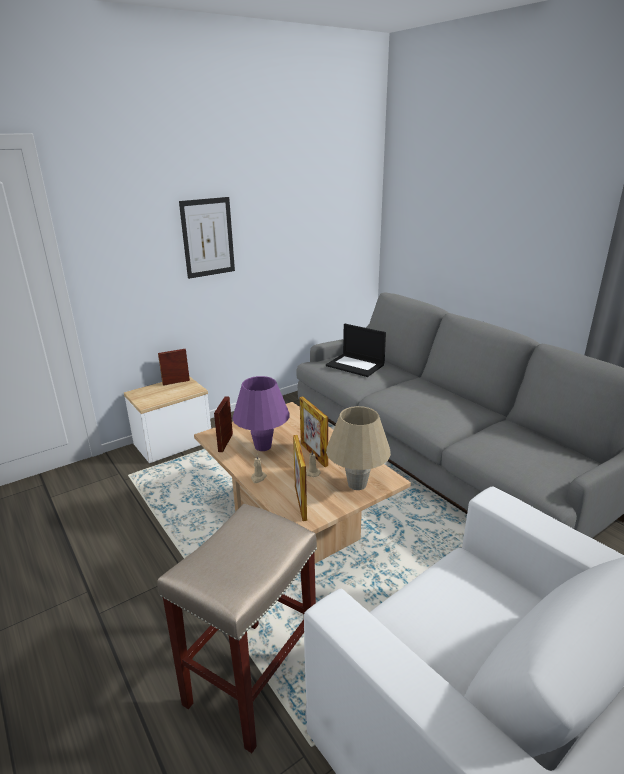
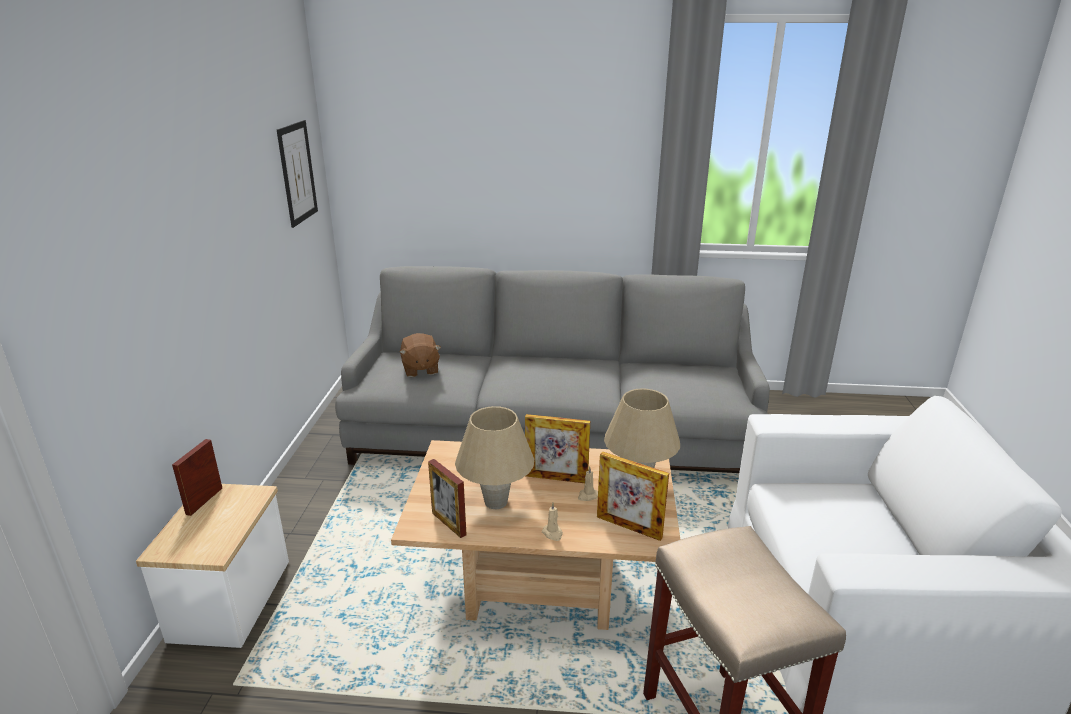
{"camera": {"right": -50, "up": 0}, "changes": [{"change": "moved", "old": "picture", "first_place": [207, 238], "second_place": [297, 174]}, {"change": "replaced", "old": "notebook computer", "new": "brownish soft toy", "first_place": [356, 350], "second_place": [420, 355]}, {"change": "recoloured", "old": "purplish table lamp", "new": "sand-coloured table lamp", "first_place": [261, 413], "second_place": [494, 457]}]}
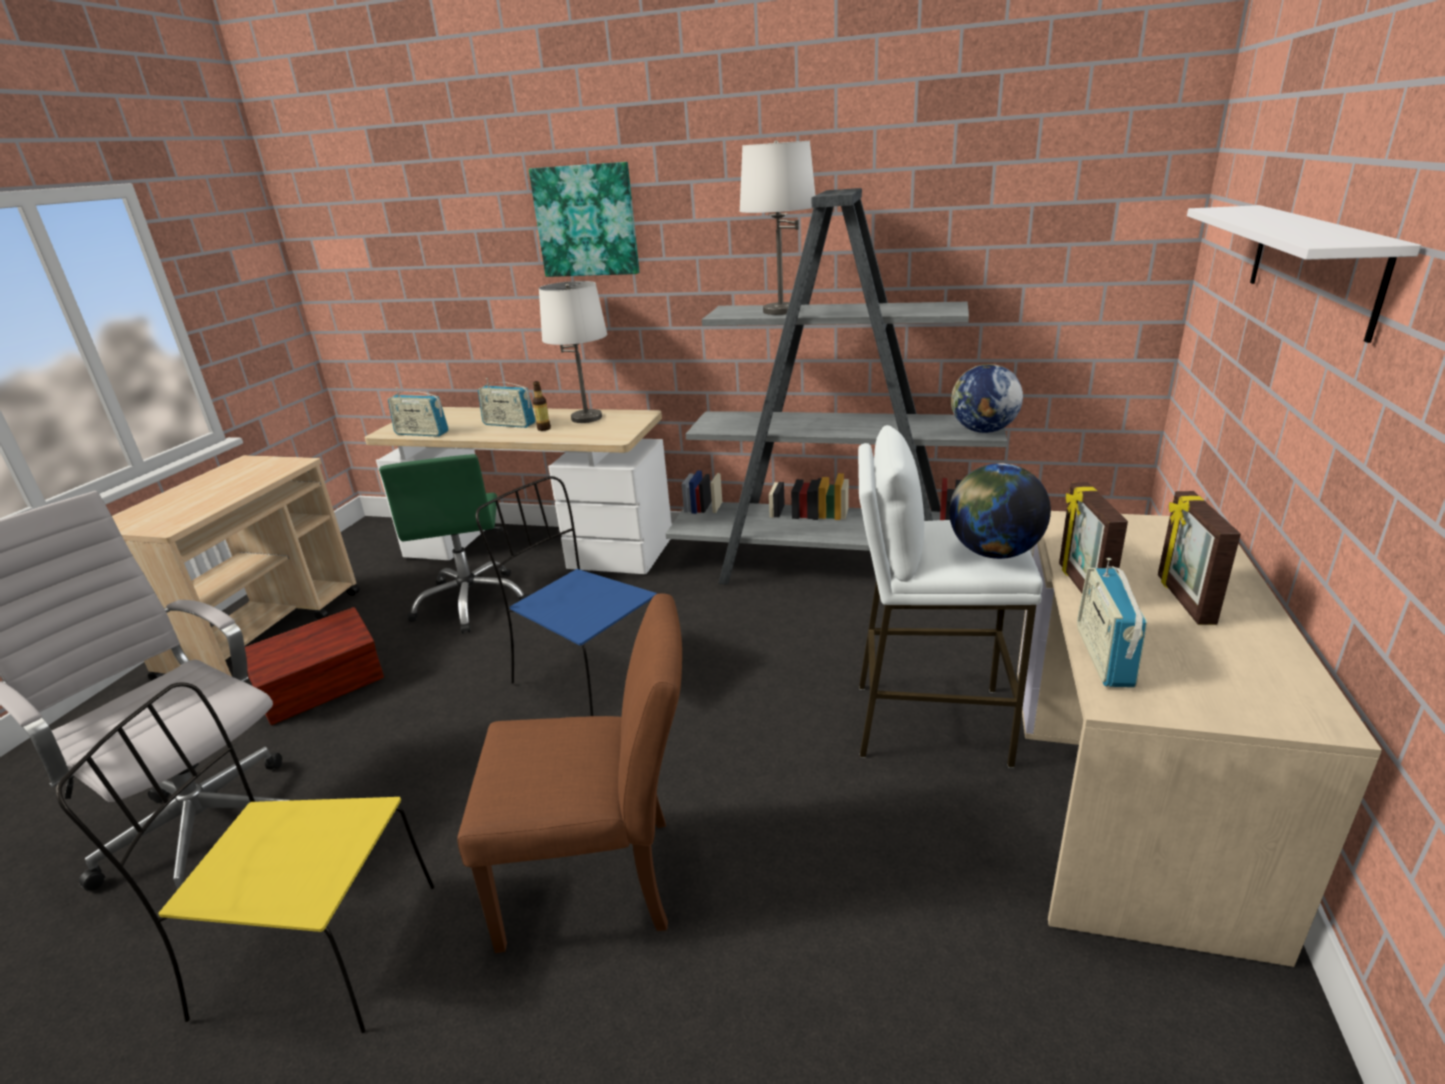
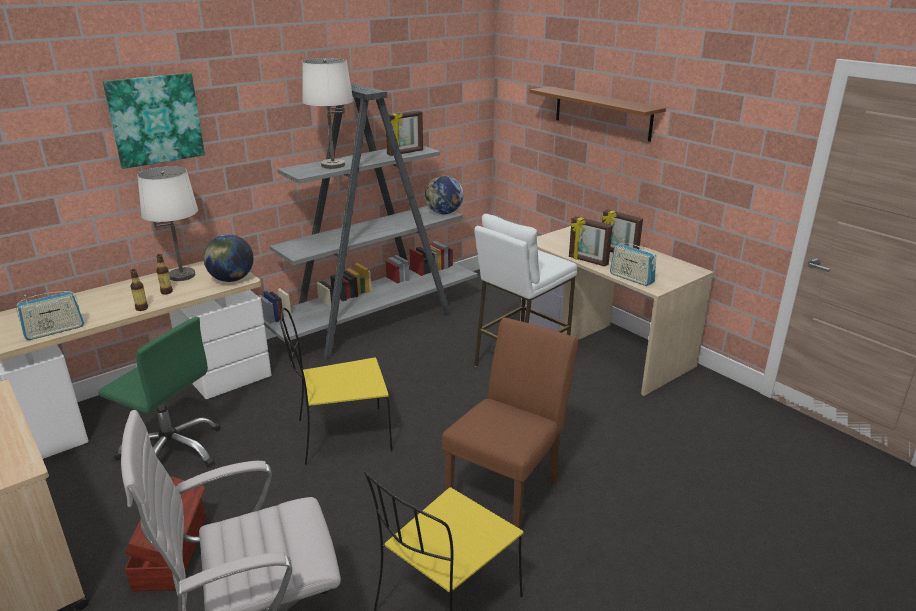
{"camera": {"right": -55, "up": 0}, "changes": [{"change": "recoloured", "old": "white shelf", "new": "brownish shelf", "first_place": [1304, 274], "second_place": [597, 114]}, {"change": "removed", "old": "radio", "first_place": [507, 403]}, {"change": "moved", "old": "globe", "first_place": [1000, 511], "second_place": [228, 258]}, {"change": "recoloured", "old": "bluish upright chair", "new": "yellow-coloured upright chair", "first_place": [566, 596], "second_place": [336, 386]}, {"change": "added", "new": "picture frame", "second_place": [404, 133]}, {"change": "added", "new": "drink bottle", "second_place": [139, 290]}]}
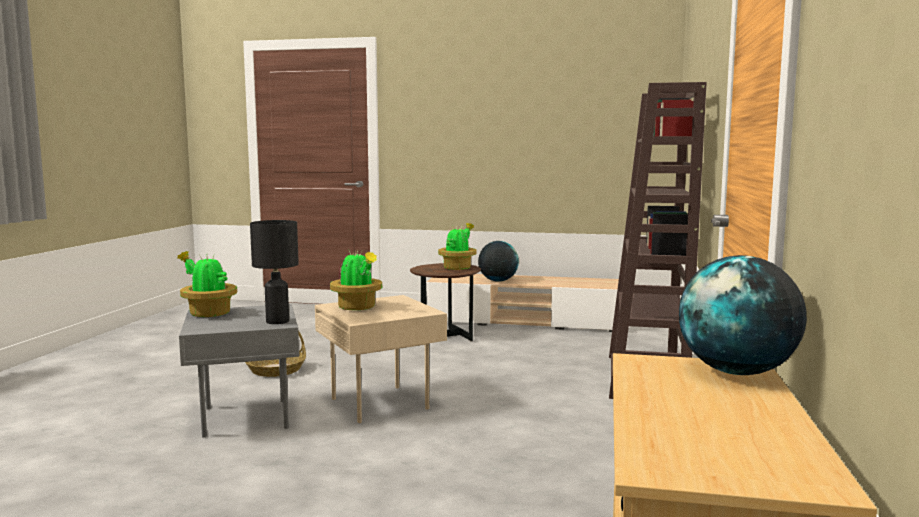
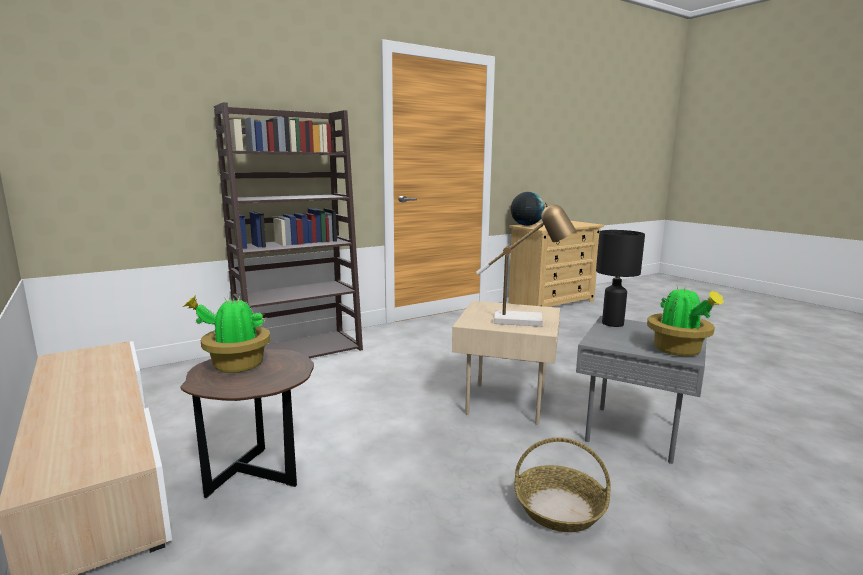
{"camera": {"right": -135, "up": 5}, "changes": [{"change": "removed", "old": "globe", "first_place": [498, 261]}, {"change": "replaced", "old": "potted plant", "new": "table lamp", "first_place": [356, 280], "second_place": [526, 264]}]}
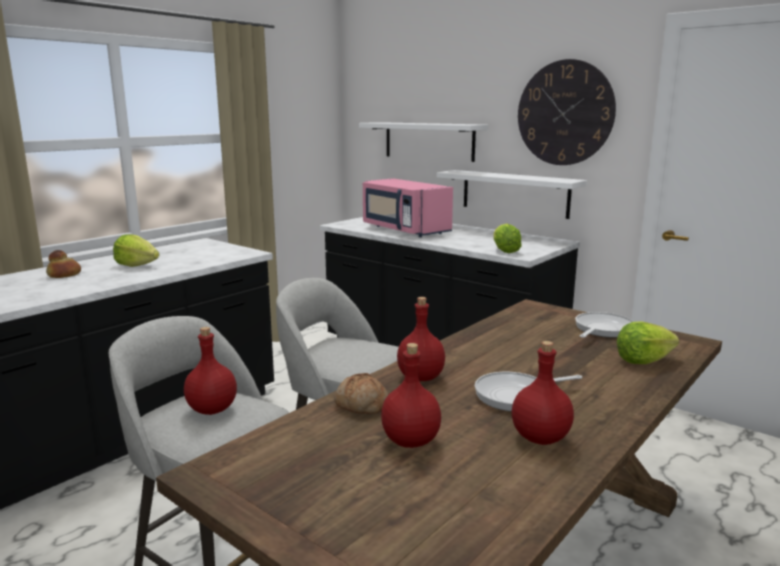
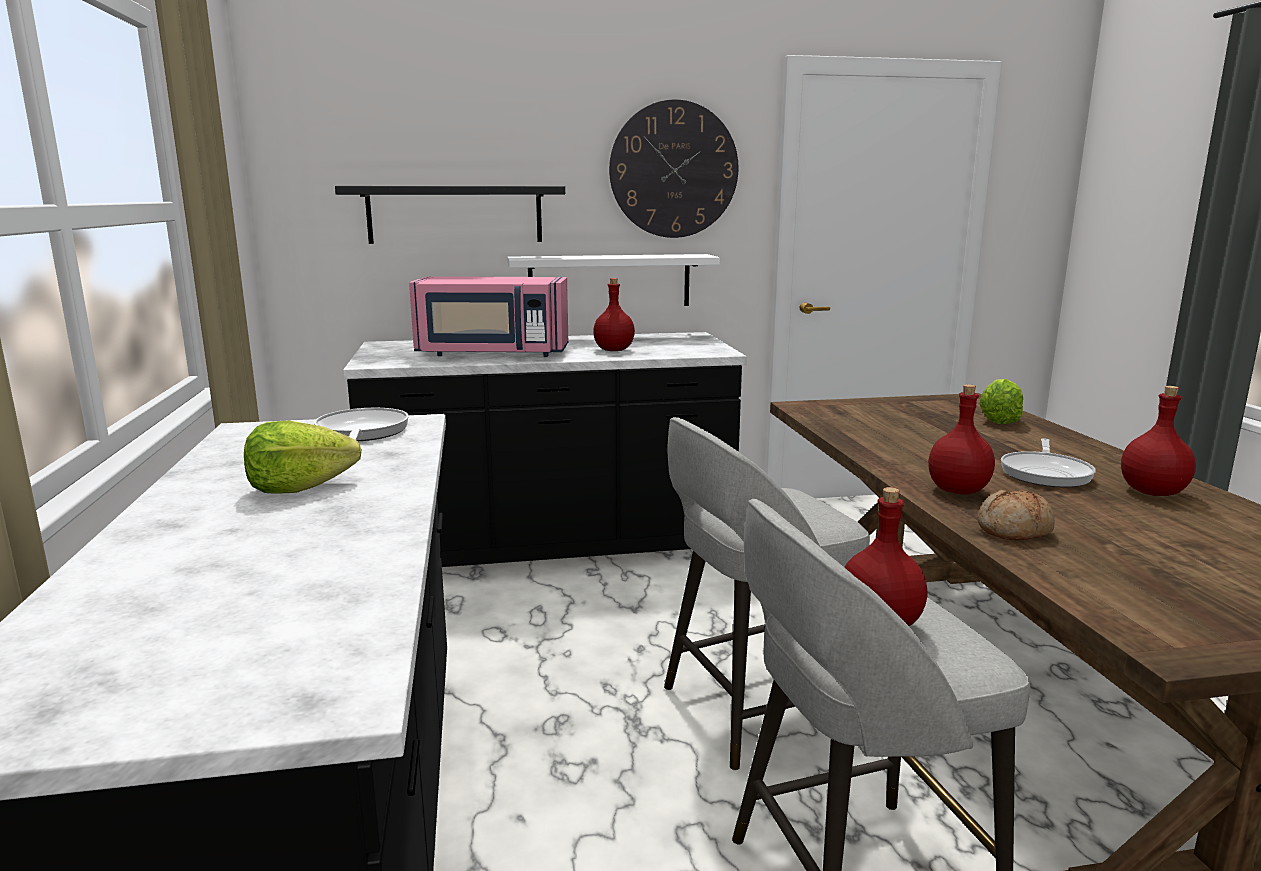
{"camera": {"right": -50, "up": 0}, "changes": [{"change": "recoloured", "old": "white shelf", "new": "black shelf", "first_place": [423, 142], "second_place": [450, 215]}, {"change": "removed", "old": "lettuce", "first_place": [508, 238]}, {"change": "removed", "old": "bakery bread", "first_place": [63, 264]}, {"change": "moved", "old": "frying pan", "first_place": [604, 325], "second_place": [361, 424]}, {"change": "moved", "old": "red-coloured drink bottle", "first_place": [411, 395], "second_place": [614, 314]}]}
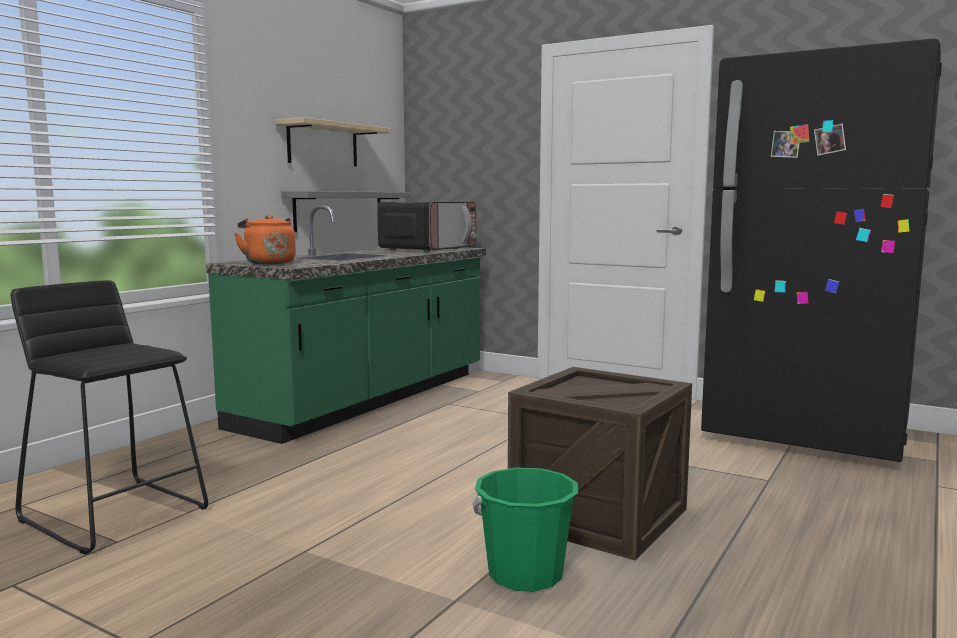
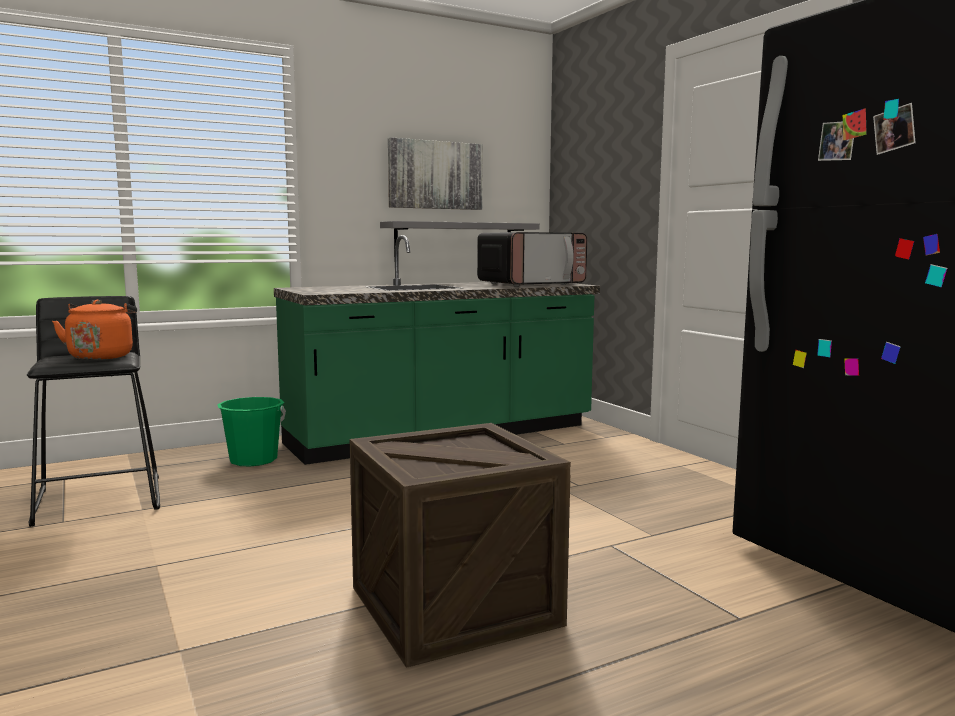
{"camera": {"right": 30, "up": 0}, "changes": [{"change": "replaced", "old": "sand-coloured shelf", "new": "picture", "first_place": [333, 142], "second_place": [435, 173]}, {"change": "moved", "old": "orange water kettle", "first_place": [265, 239], "second_place": [94, 330]}, {"change": "moved", "old": "green-coloured bucket", "first_place": [525, 529], "second_place": [251, 432]}]}
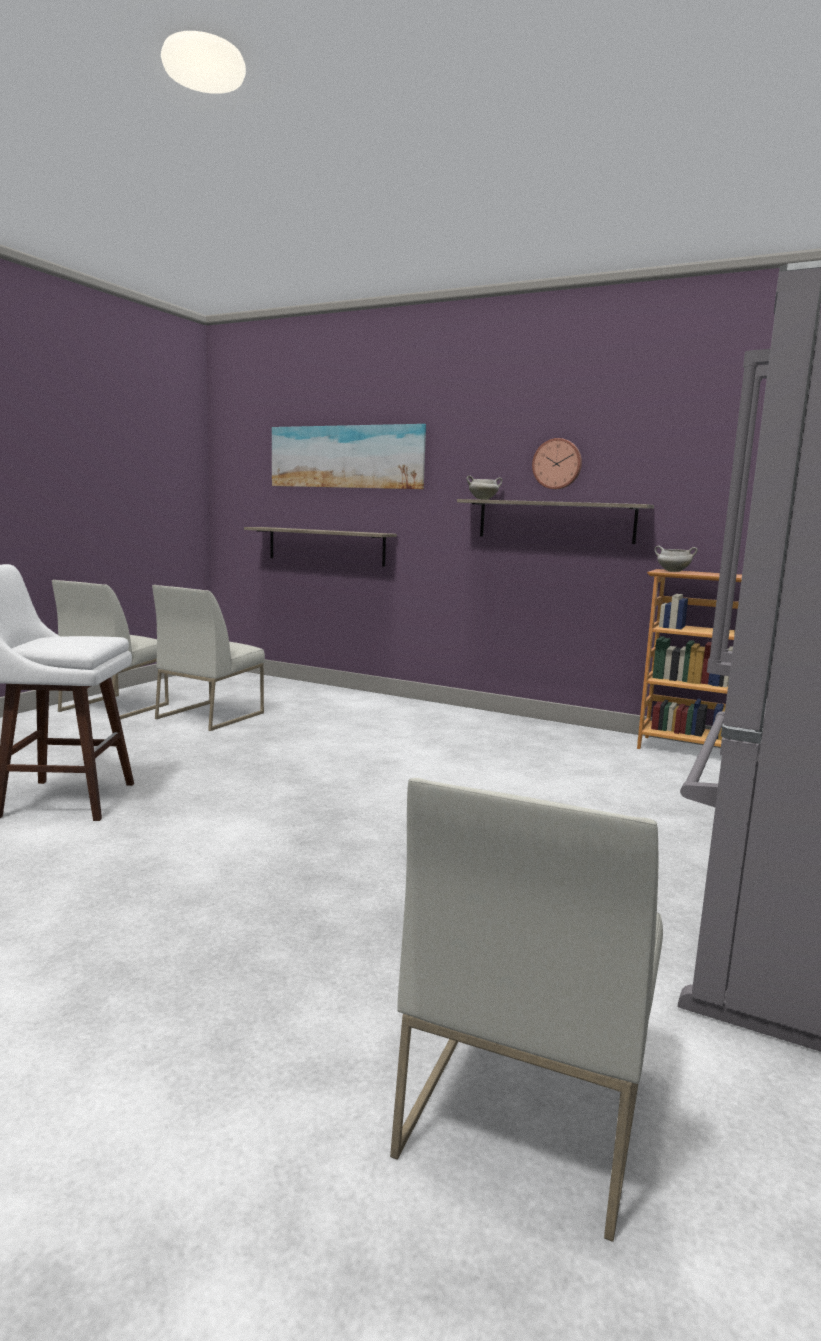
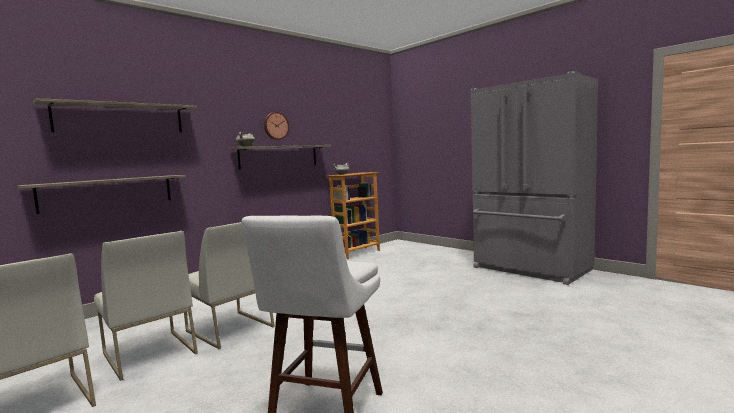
{"camera": {"right": -70, "up": -5}, "changes": [{"change": "replaced", "old": "picture", "new": "shelf", "first_place": [349, 456], "second_place": [115, 115]}, {"change": "moved", "old": "white upright chair", "first_place": [526, 1010], "second_place": [229, 285]}]}
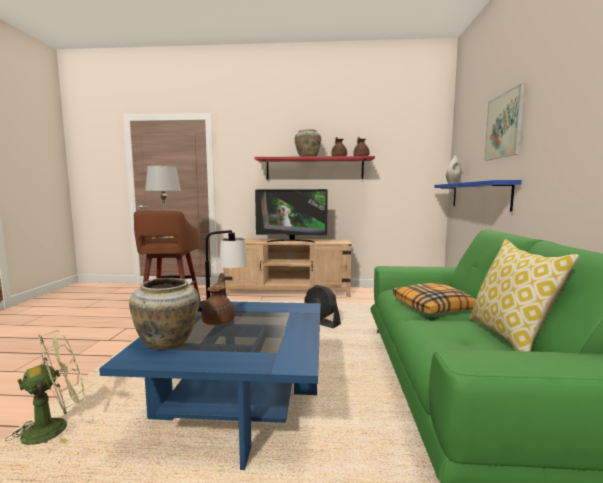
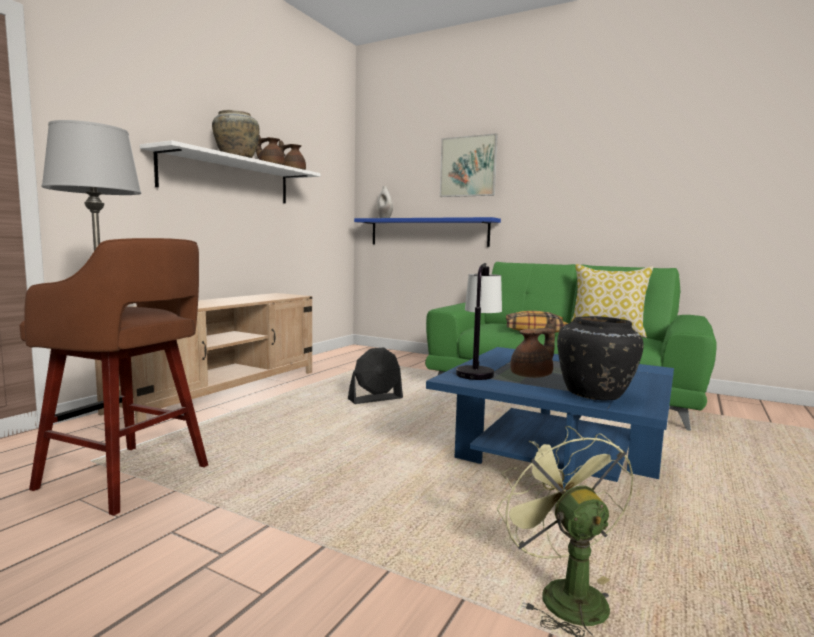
{"camera": {"right": -65, "up": 0}, "changes": [{"change": "recoloured", "old": "red-coloured shelf", "new": "white shelf", "first_place": [314, 167], "second_place": [230, 171]}, {"change": "removed", "old": "TV set", "first_place": [291, 216]}, {"change": "turned", "old": "brownish teapot", "first_place": [218, 299], "second_place": [532, 348], "degrees": 120}, {"change": "recoloured", "old": "sand-coloured vase", "new": "black vase", "first_place": [164, 313], "second_place": [600, 358]}]}
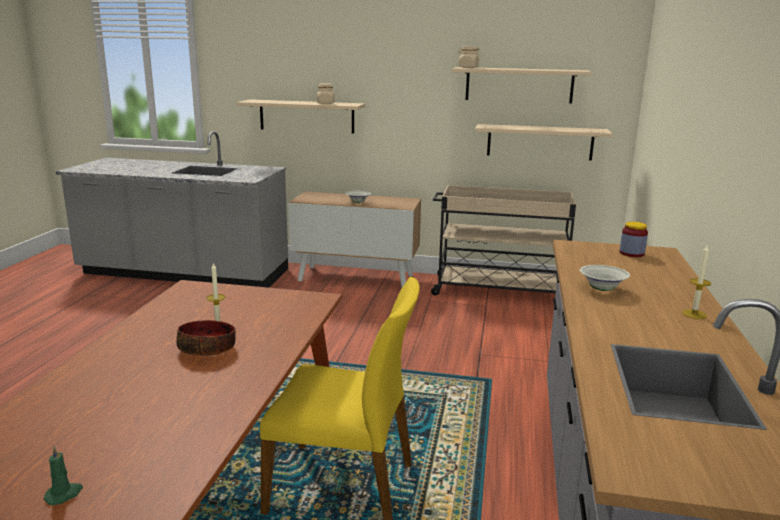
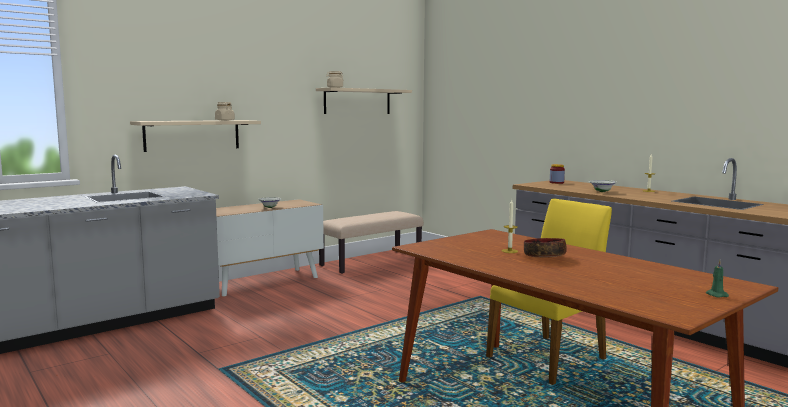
{"camera": {"right": -50, "up": -10}, "changes": [{"change": "removed", "old": "sand-coloured shelf", "first_place": [543, 142]}, {"change": "replaced", "old": "sand-coloured cart", "new": "sand-coloured bench", "first_place": [503, 240], "second_place": [371, 242]}]}
